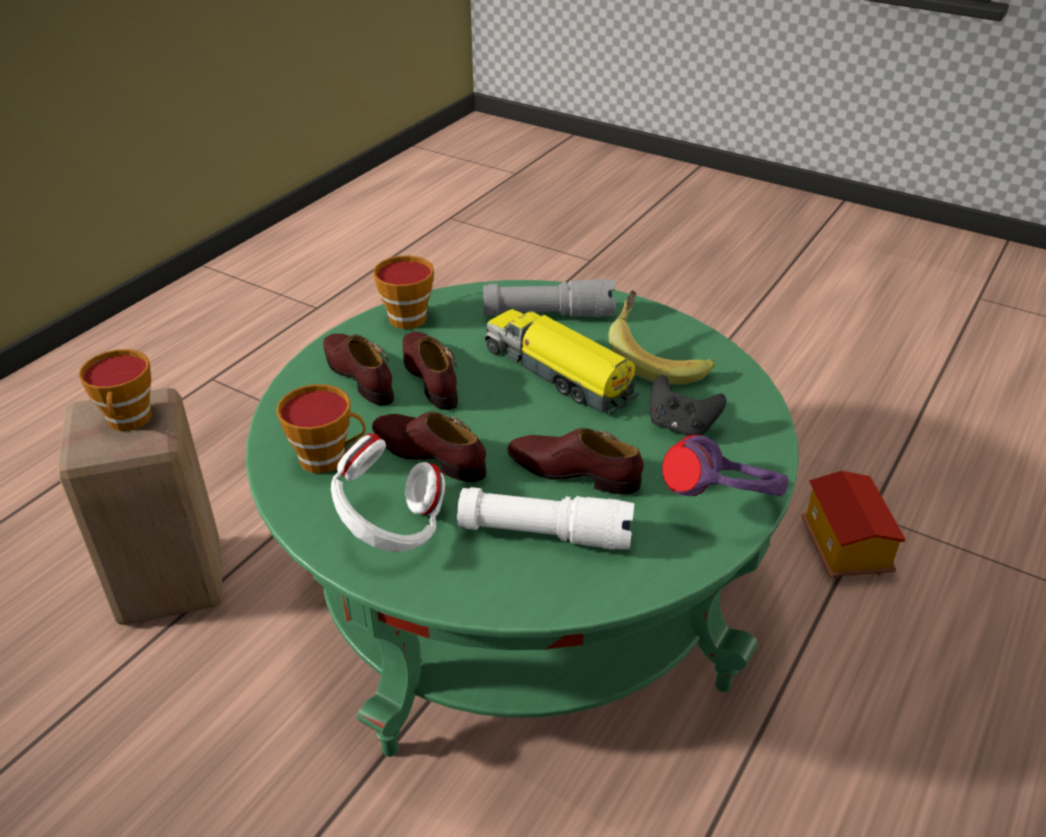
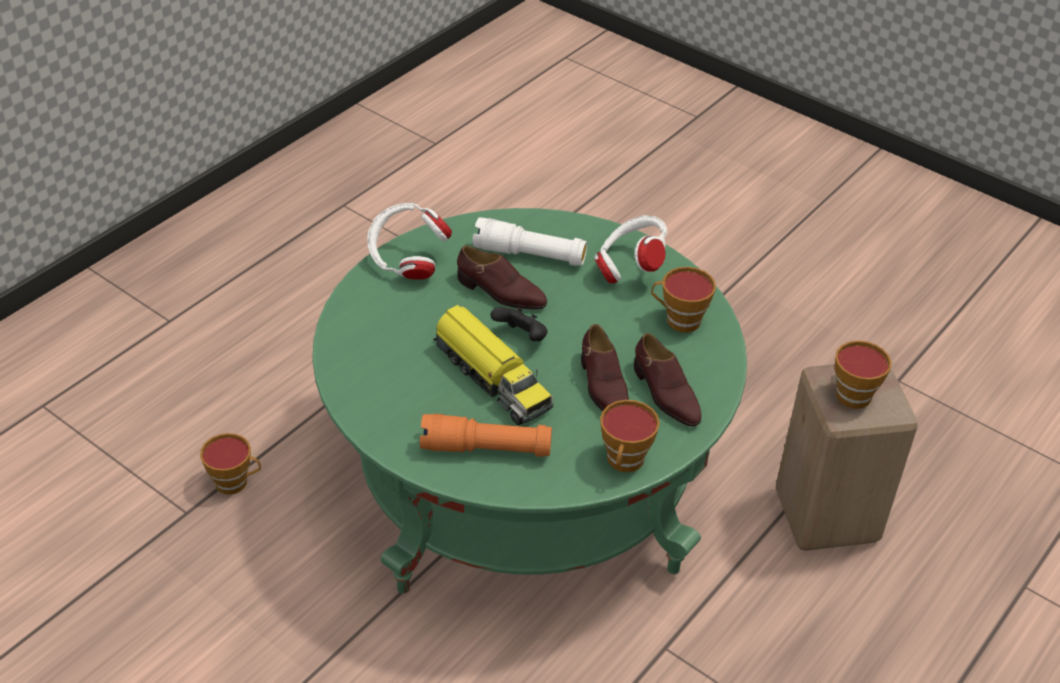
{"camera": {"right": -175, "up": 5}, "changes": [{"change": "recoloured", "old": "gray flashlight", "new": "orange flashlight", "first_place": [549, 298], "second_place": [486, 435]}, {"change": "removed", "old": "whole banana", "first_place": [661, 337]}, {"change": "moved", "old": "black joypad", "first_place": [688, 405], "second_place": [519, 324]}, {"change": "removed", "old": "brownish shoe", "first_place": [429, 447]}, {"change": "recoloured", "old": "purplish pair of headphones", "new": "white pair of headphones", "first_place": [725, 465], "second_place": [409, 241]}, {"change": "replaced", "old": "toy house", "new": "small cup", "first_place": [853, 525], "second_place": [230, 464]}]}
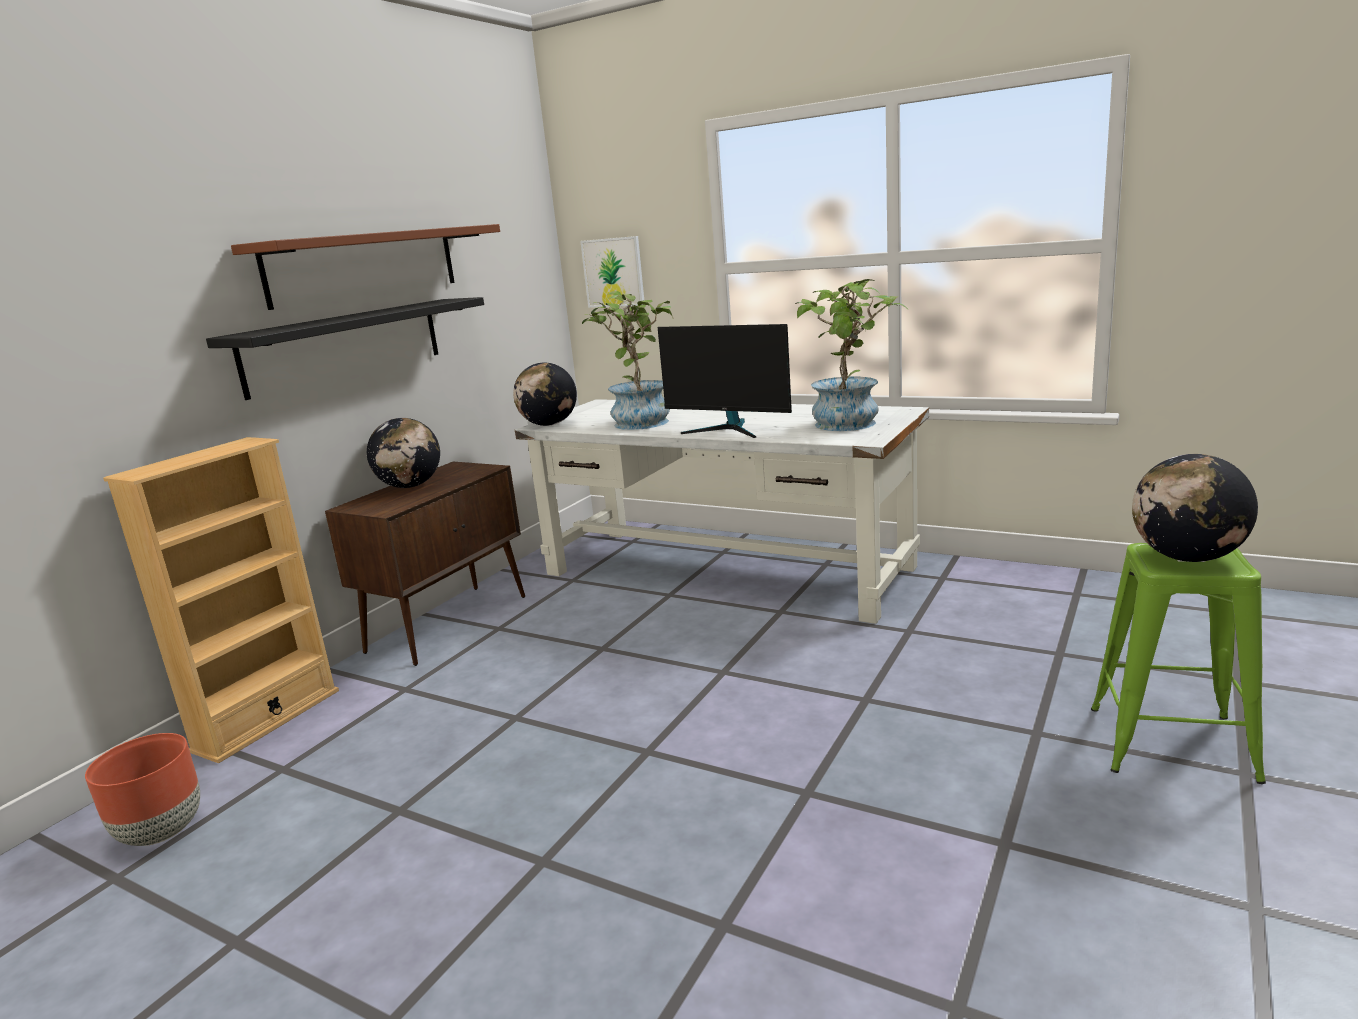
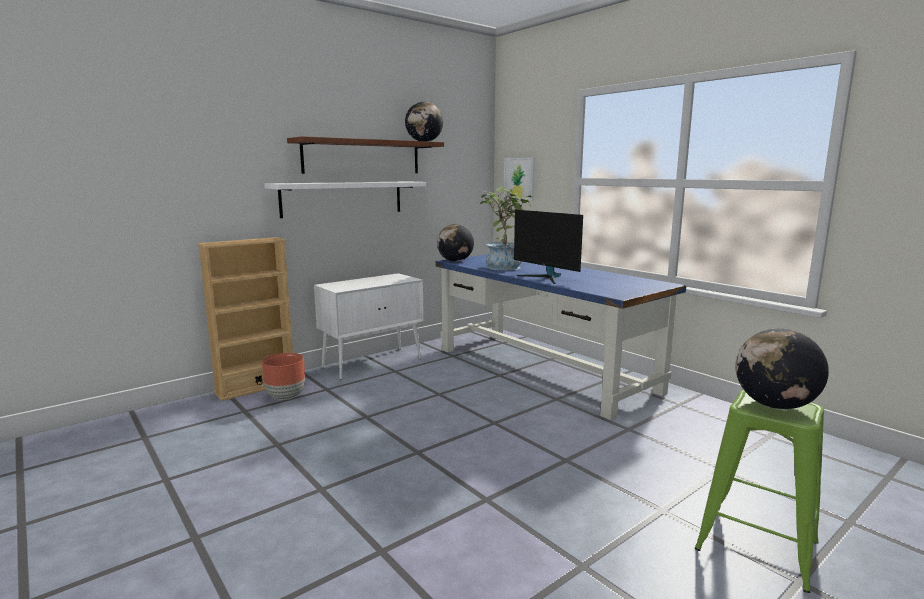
{"camera": {"right": 20, "up": -5}, "changes": [{"change": "removed", "old": "potted plant", "first_place": [851, 355]}, {"change": "recoloured", "old": "black shelf", "new": "white shelf", "first_place": [345, 348], "second_place": [345, 199]}, {"change": "recoloured", "old": "white desk table", "new": "bluish desk table", "first_place": [722, 511], "second_place": [561, 337]}, {"change": "moved", "old": "globe", "first_place": [403, 453], "second_place": [424, 122]}, {"change": "recoloured", "old": "brownish storage cabinet", "new": "white storage cabinet", "first_place": [425, 564], "second_place": [369, 326]}, {"change": "moved", "old": "brownish flower pot", "first_place": [142, 789], "second_place": [283, 376]}]}
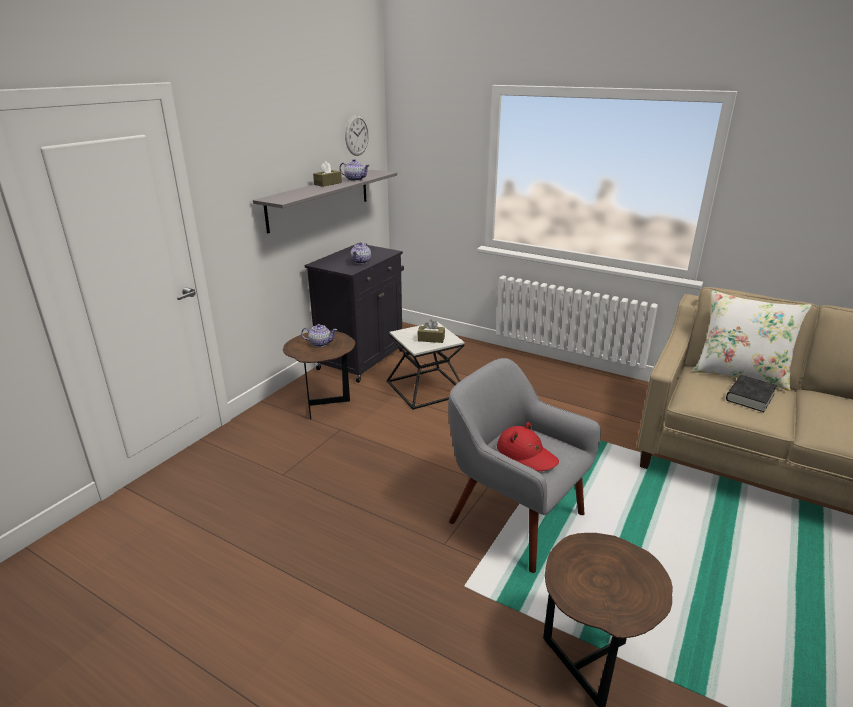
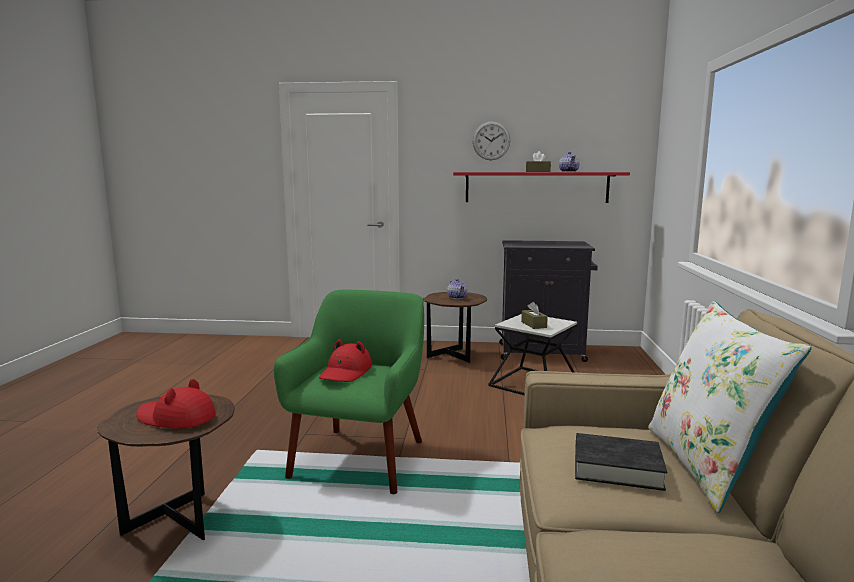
{"camera": {"right": 65, "up": -15}, "changes": [{"change": "moved", "old": "wall clock", "first_place": [357, 135], "second_place": [492, 140]}, {"change": "recoloured", "old": "gray shelf", "new": "red-coloured shelf", "first_place": [325, 202], "second_place": [541, 187]}, {"change": "removed", "old": "teapot", "first_place": [360, 253]}, {"change": "recoloured", "old": "gray armchair", "new": "green-coloured armchair", "first_place": [524, 465], "second_place": [349, 392]}, {"change": "added", "new": "red-coloured clothing hat", "second_place": [176, 403]}]}
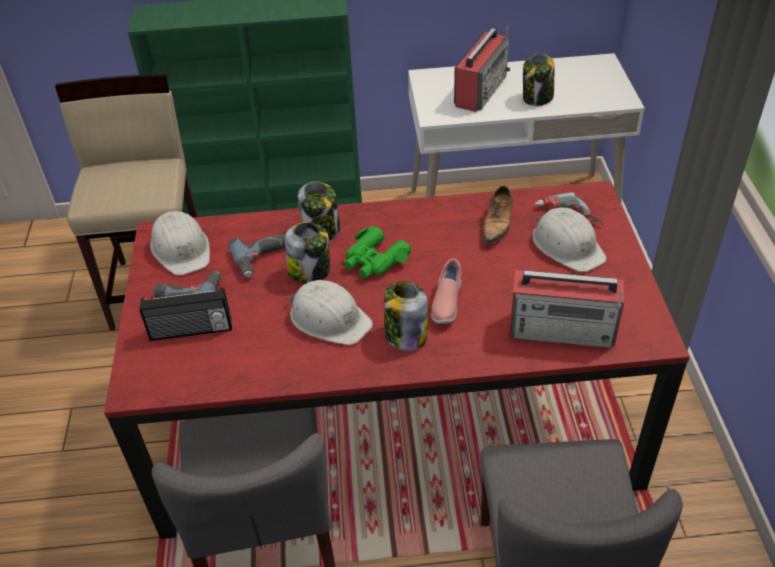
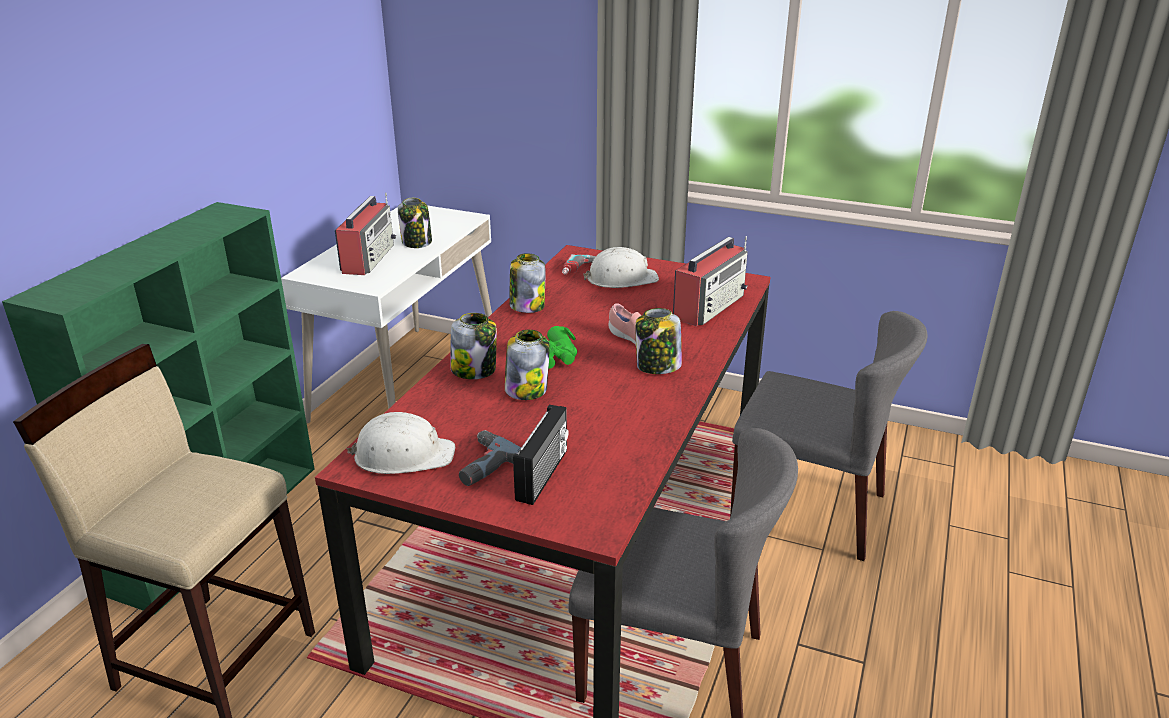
{"camera": {"right": -65, "up": -15}, "changes": [{"change": "turned", "old": "radio", "first_place": [482, 69], "second_place": [365, 233], "degrees": 45}, {"change": "removed", "old": "shoe", "first_place": [497, 215]}, {"change": "removed", "old": "power drill", "first_place": [256, 256]}, {"change": "removed", "old": "white work helmet", "first_place": [330, 312]}, {"change": "added", "new": "jar", "second_place": [527, 283]}]}
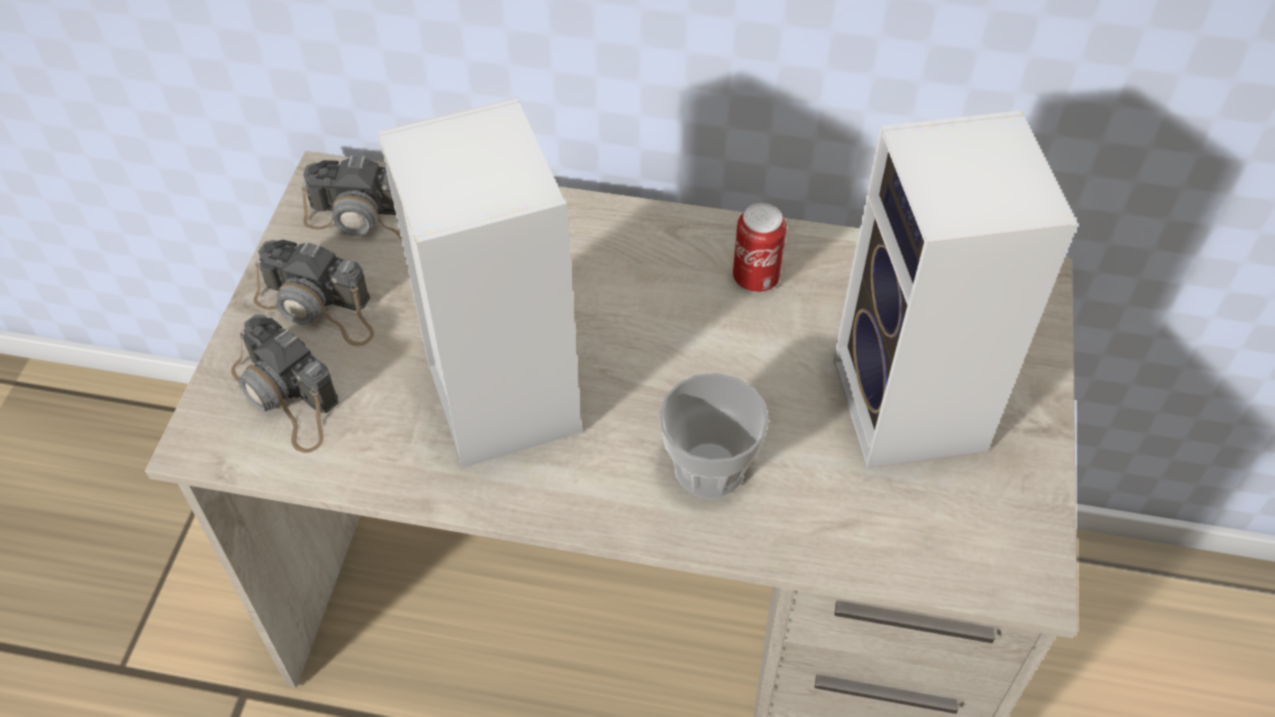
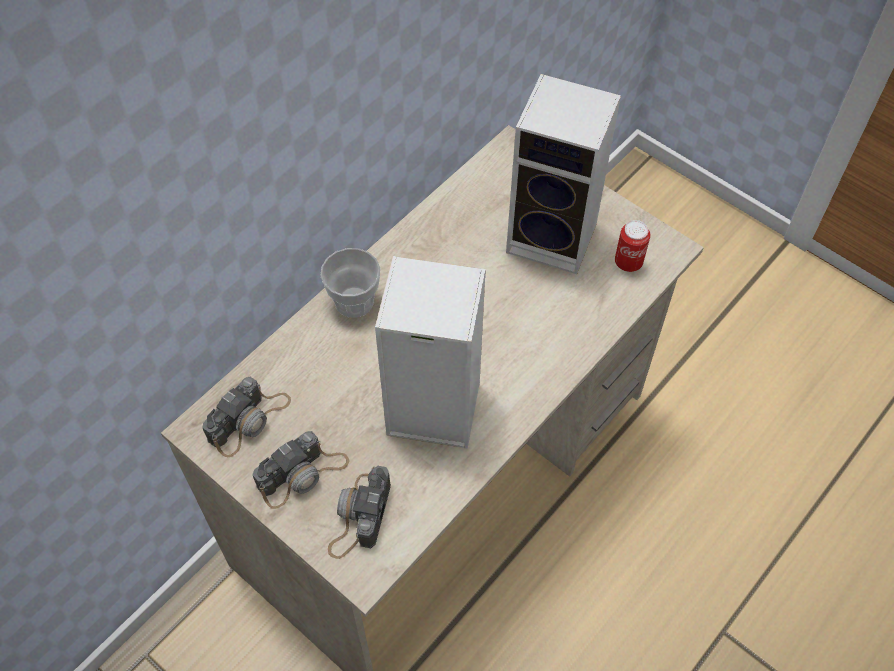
{"camera": {"right": -60, "up": 5}, "changes": [{"change": "moved", "old": "can", "first_place": [760, 247], "second_place": [632, 246]}, {"change": "turned", "old": "still camera", "first_place": [284, 383], "second_place": [359, 512], "degrees": 120}, {"change": "moved", "old": "small cup", "first_place": [714, 435], "second_place": [350, 283]}]}
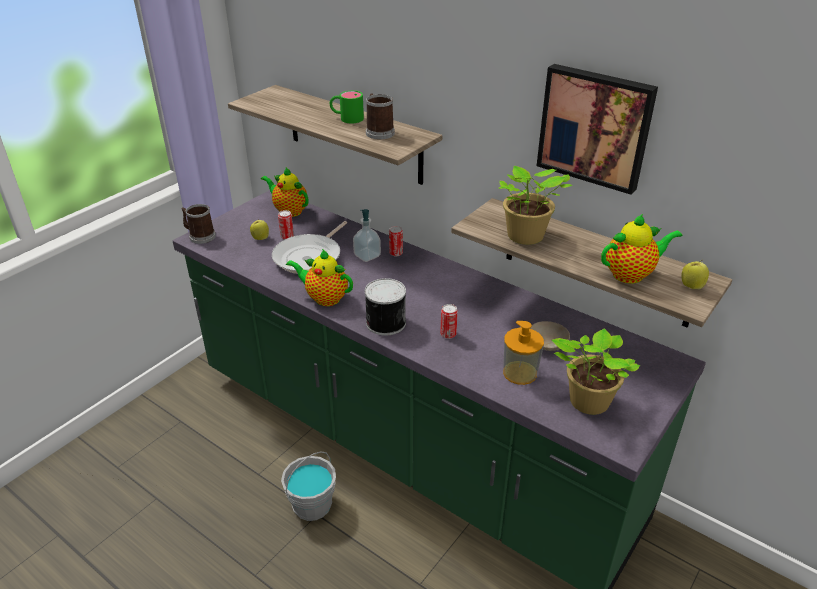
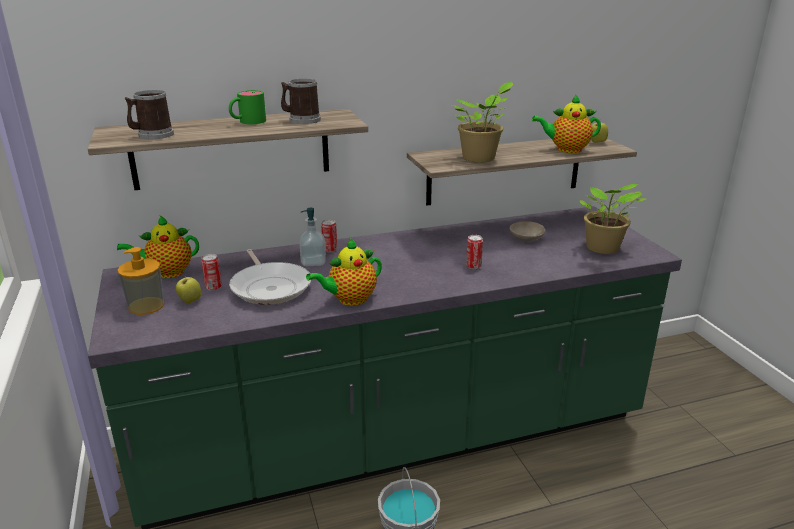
{"camera": {"right": -55, "up": -10}, "changes": [{"change": "removed", "old": "picture", "first_place": [597, 129]}, {"change": "moved", "old": "mug", "first_place": [198, 224], "second_place": [149, 114]}, {"change": "turned", "old": "teapot", "first_place": [641, 248], "second_place": [566, 123], "degrees": -105}, {"change": "removed", "old": "can", "first_place": [385, 307]}, {"change": "moved", "old": "soap bottle", "first_place": [523, 353], "second_place": [141, 281]}]}
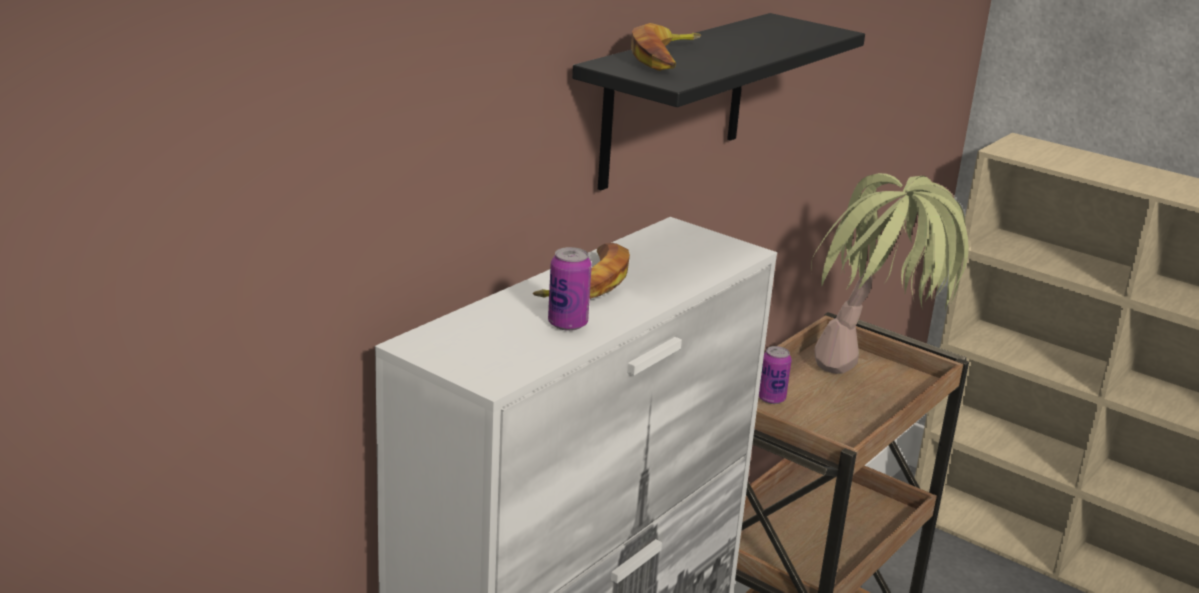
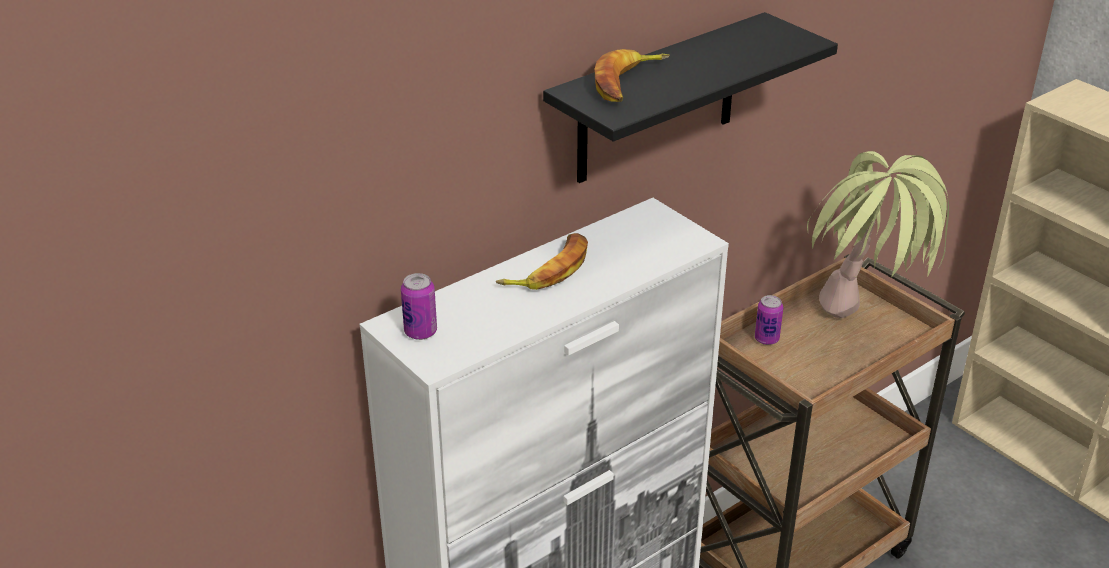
{"camera": {"right": 15, "up": 10}, "changes": [{"change": "moved", "old": "can", "first_place": [570, 289], "second_place": [419, 306]}]}
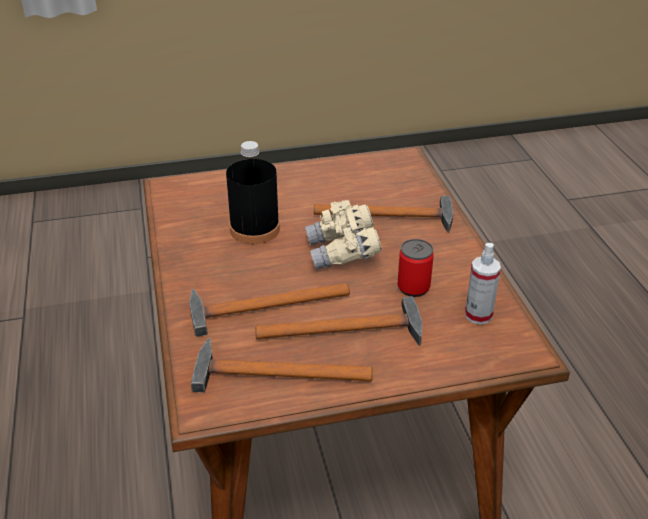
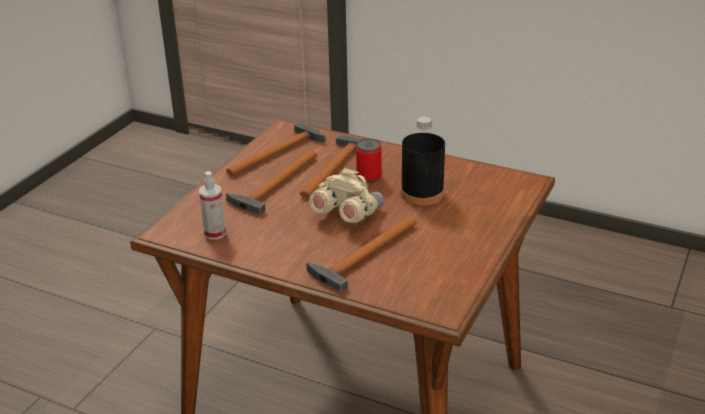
{"camera": {"right": 130, "up": -5}, "changes": [{"change": "moved", "old": "can", "first_place": [415, 268], "second_place": [369, 161]}]}
